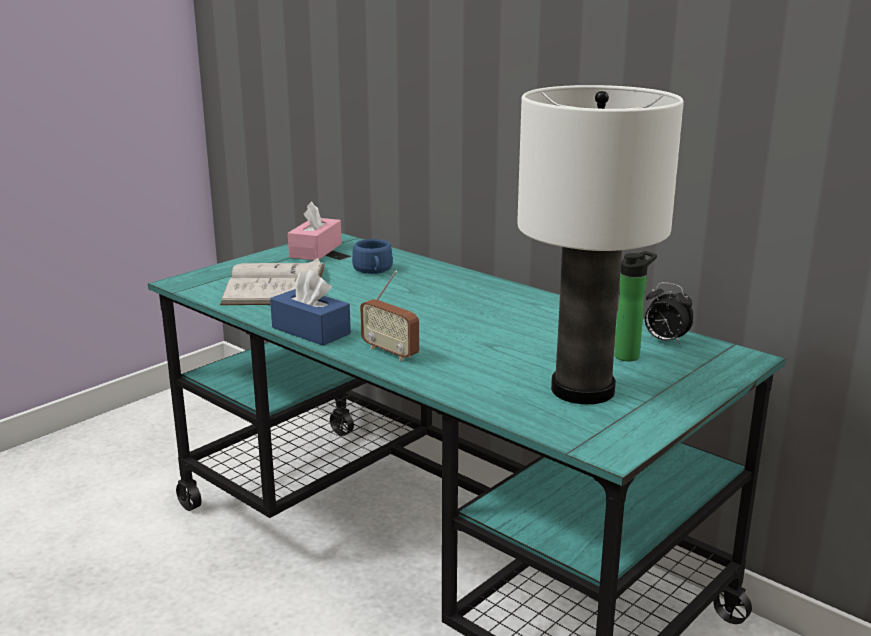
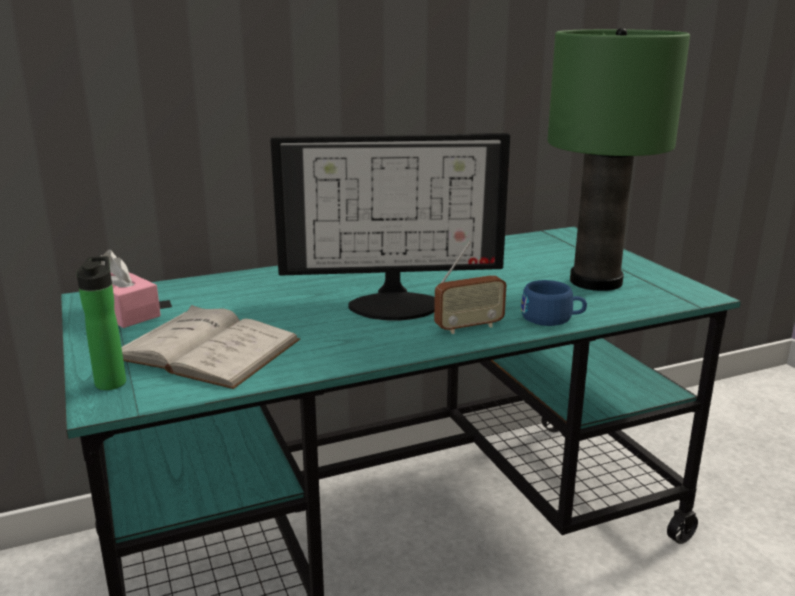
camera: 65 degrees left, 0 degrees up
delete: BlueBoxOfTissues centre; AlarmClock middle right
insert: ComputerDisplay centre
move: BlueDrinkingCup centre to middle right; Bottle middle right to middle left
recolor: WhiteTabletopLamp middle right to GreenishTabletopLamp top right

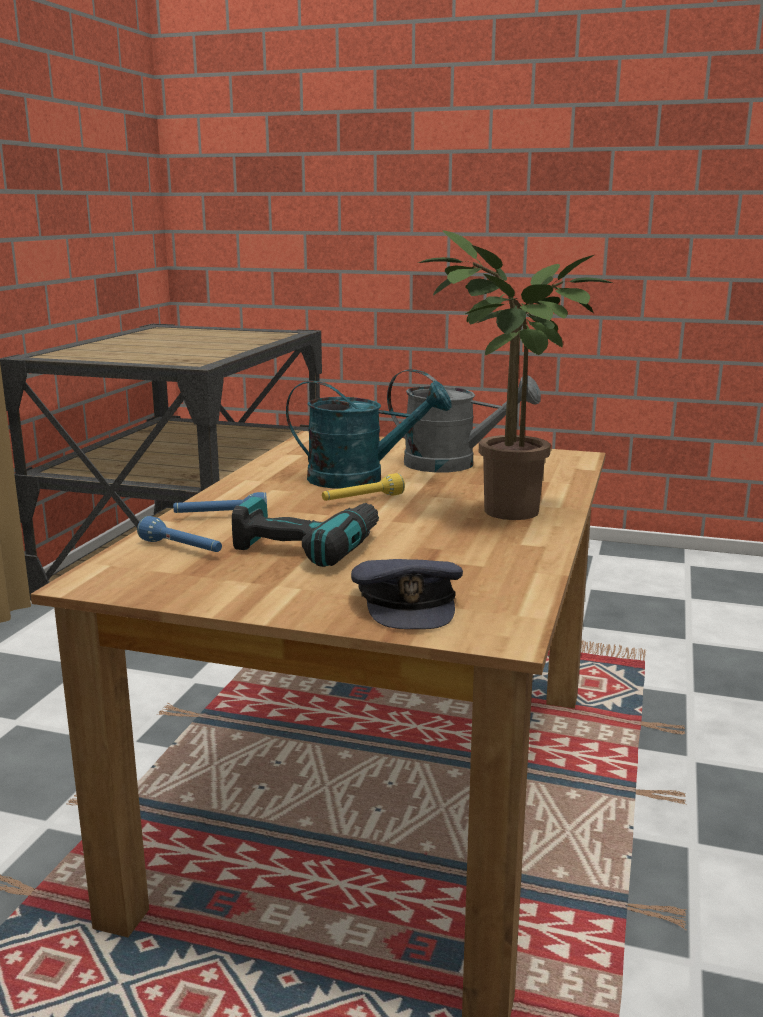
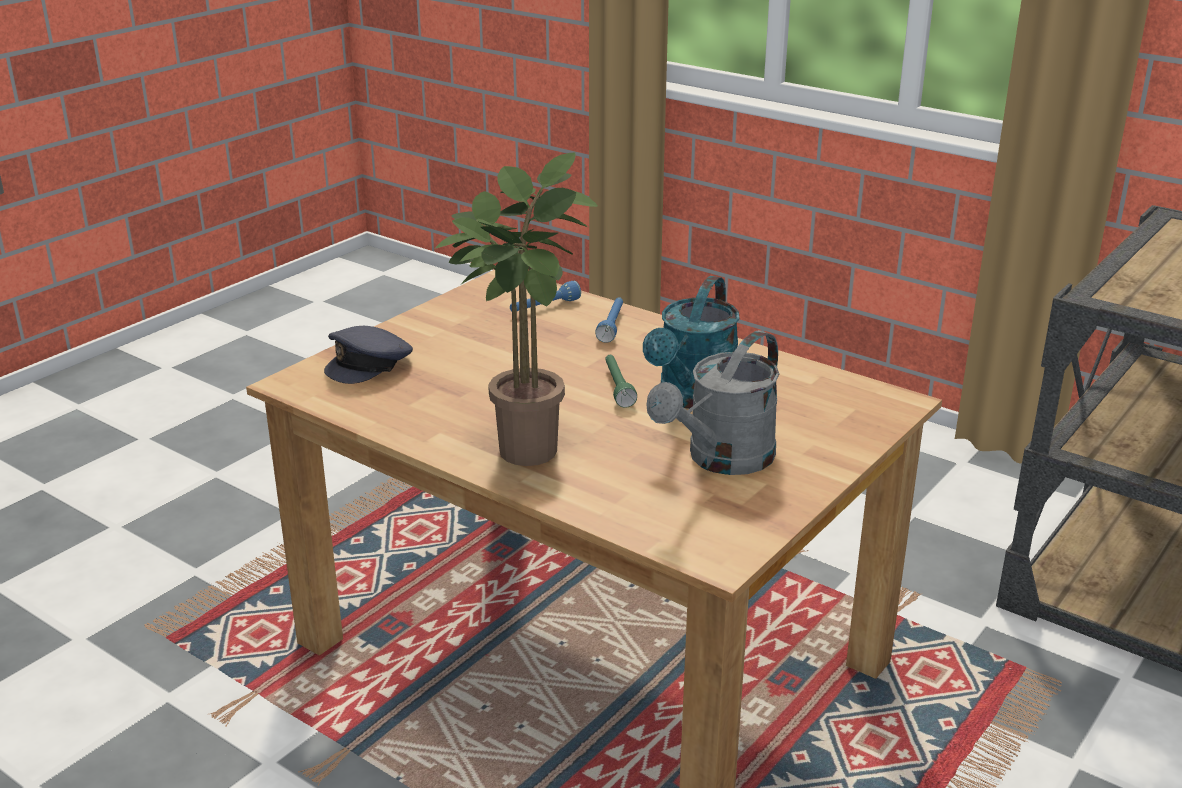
camera: 110 degrees right, 10 degrees up
delete: PowerDrill centre
recolor: YellowishTorch centre to GreenishTorch centre
rotate: GrayBaseballCap centre = middle left 60 degrees counterclockwise

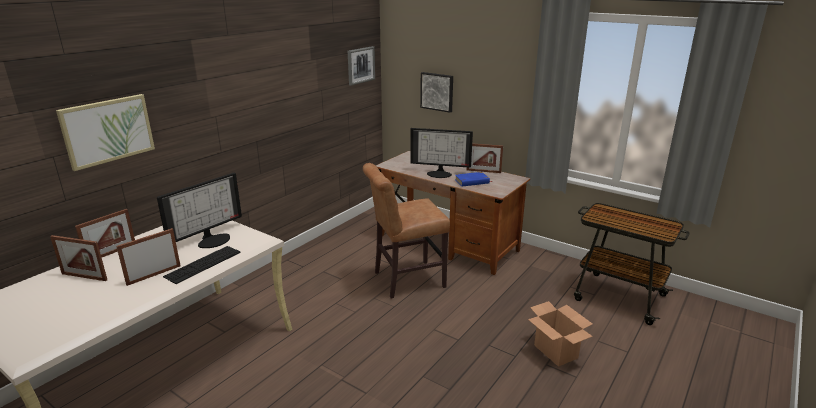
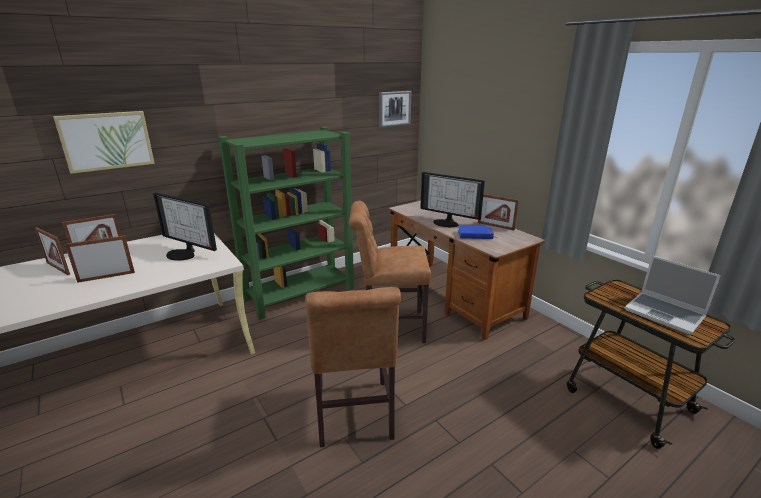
camera: 20 degrees right, 0 degrees up
delete: Picture (3rd from left) top centre; ComputerKeyboard middle left; Carton bottom right
insert: GreenishBookshelf centre; Laptop middle right; BrownColouredChair (1st from left) bottom centre
rotate: ComputerDisplay (1st from left) middle left = middle left 60 degrees clockwise

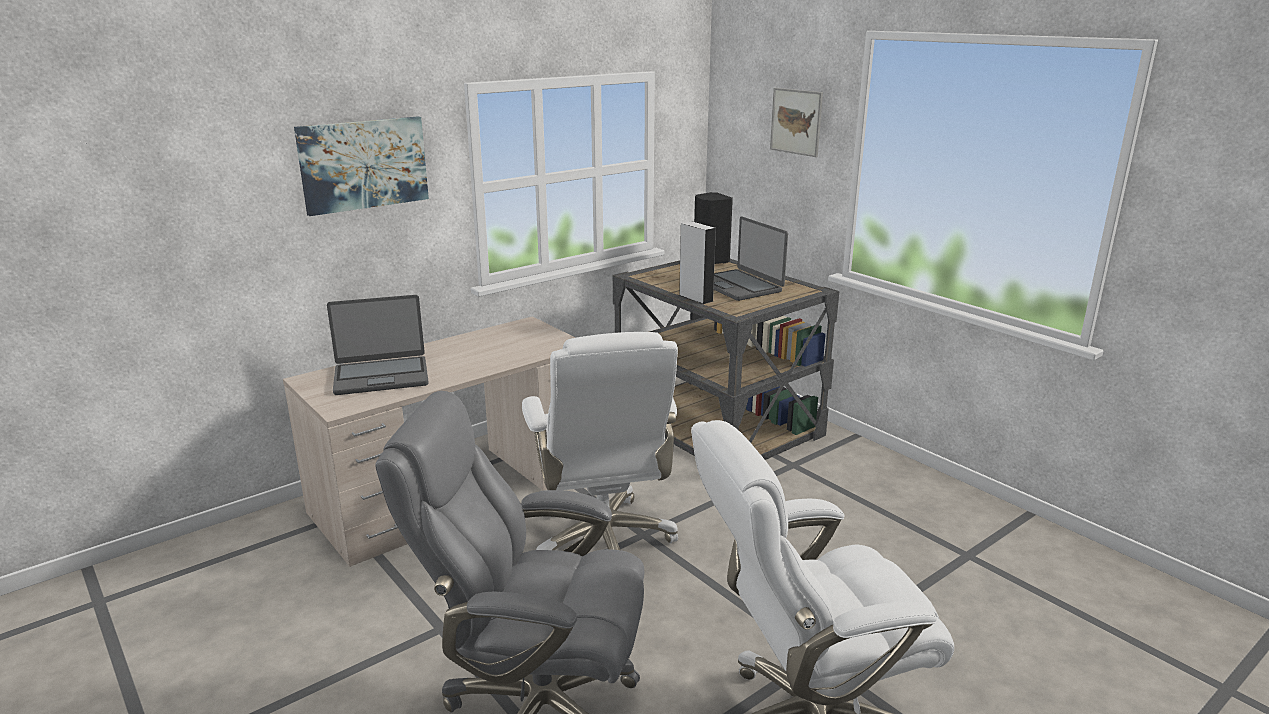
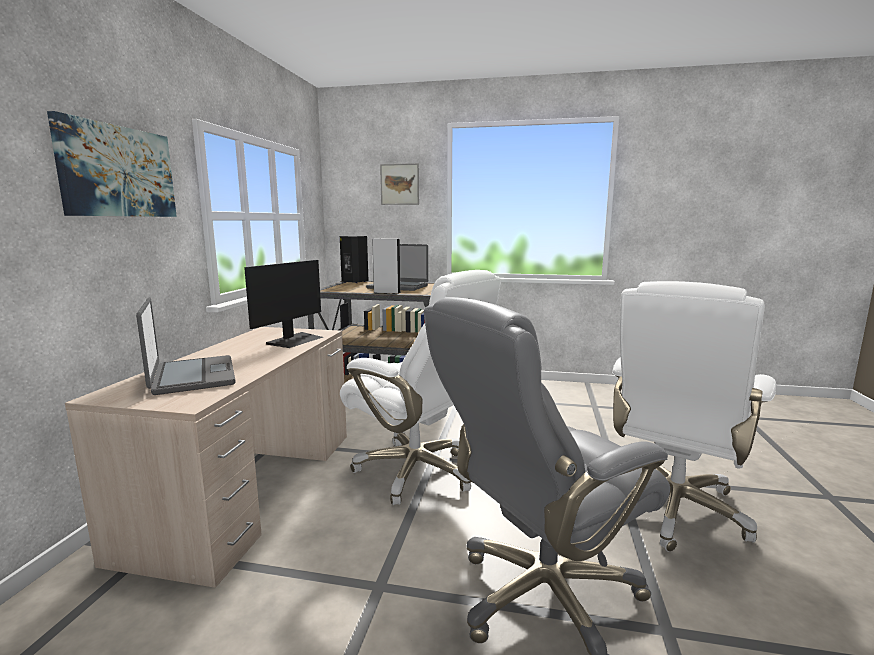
camera: 40 degrees left, 10 degrees down
insert: ComputerDisplay middle left
rotate: Laptop (1st from left) middle left = middle left 60 degrees counterclockwise

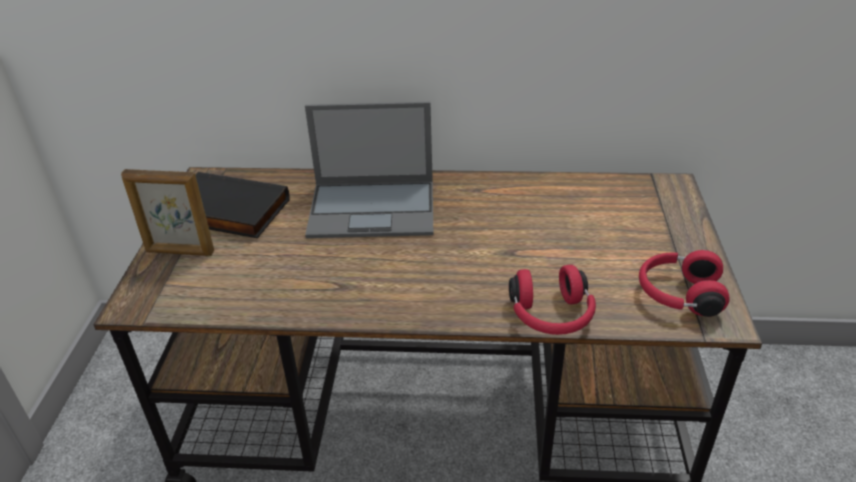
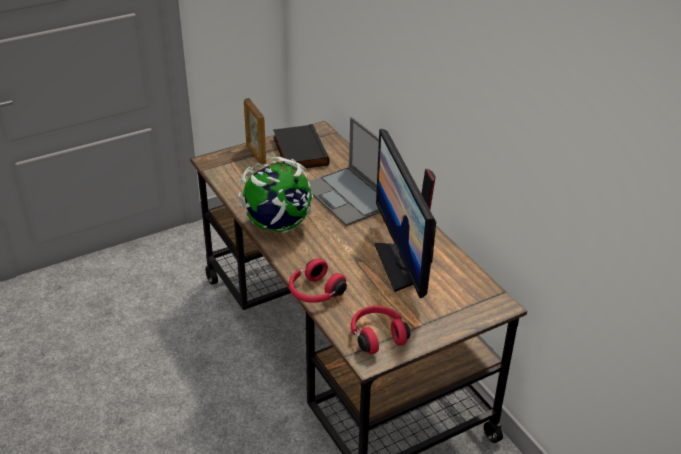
camera: 55 degrees right, 0 degrees up
insert: ComputerDisplay centre; Globe centre

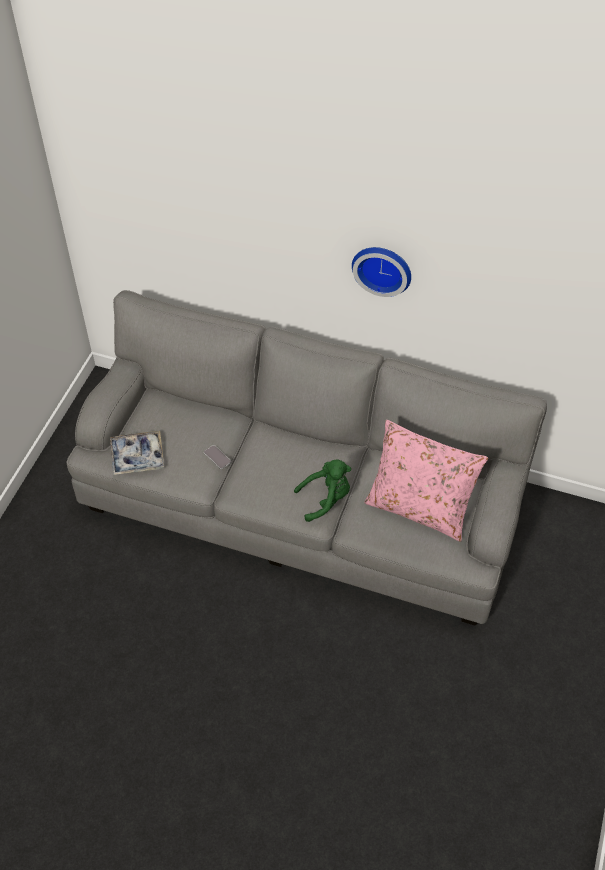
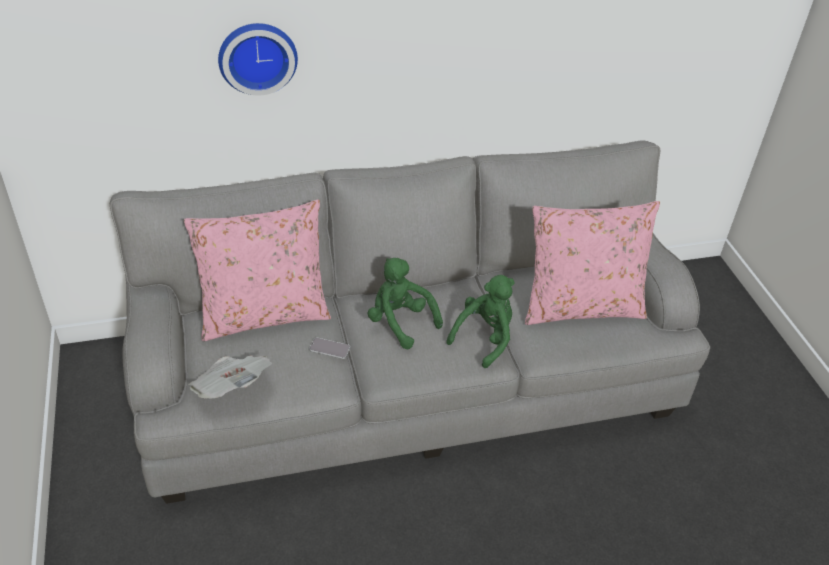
camera: 35 degrees left, 10 degrees down
insert: PinkColouredPillow (1st from left) middle left; GreenishSoftToy (1st from left) centre
move: HangingClock top centre to top left
replace: CarryingTray middle left to PrintedPaper bottom left

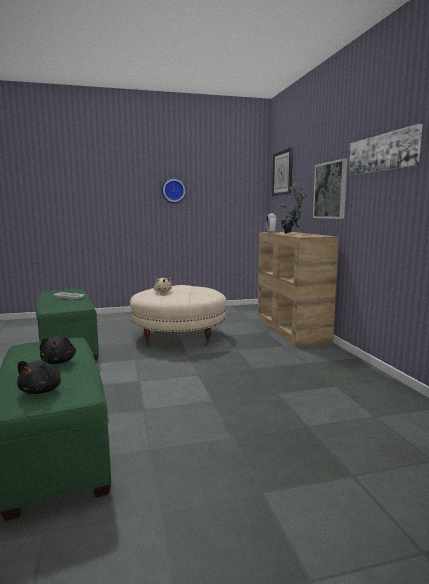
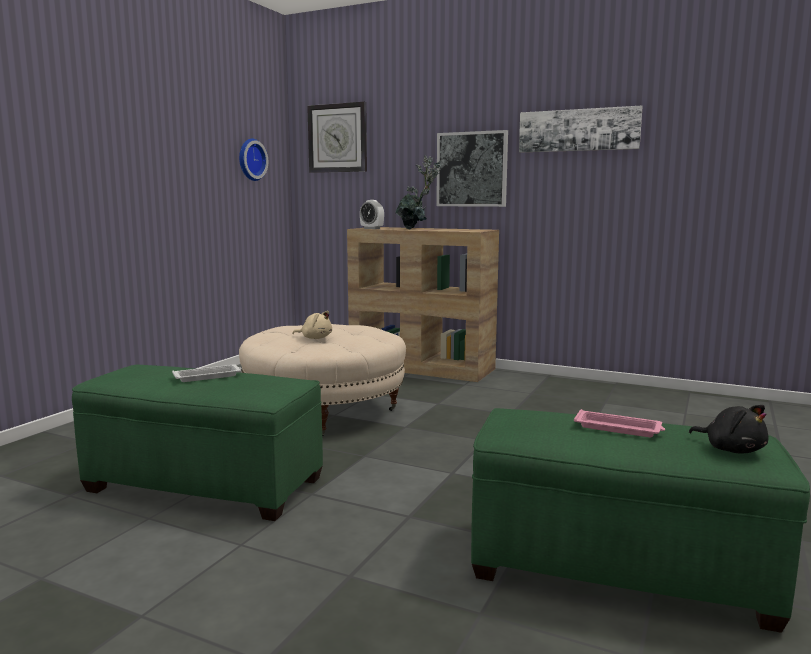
camera: 50 degrees left, 0 degrees up
move: HangingClock (1st from left) top centre to top left
replace: BlackishSoftToy (2nd from left) middle left to PinkColouredCarryingTray middle right

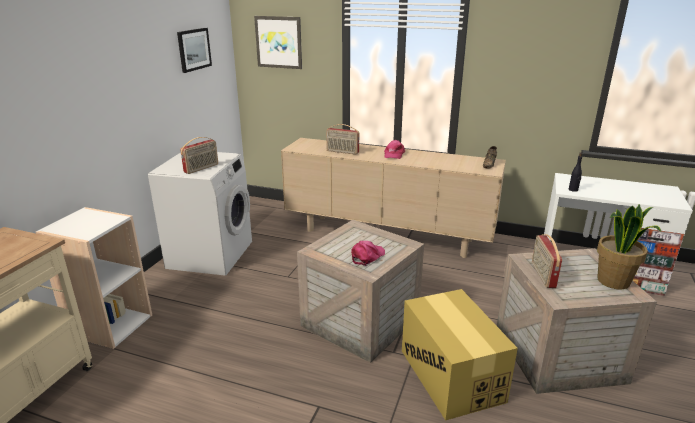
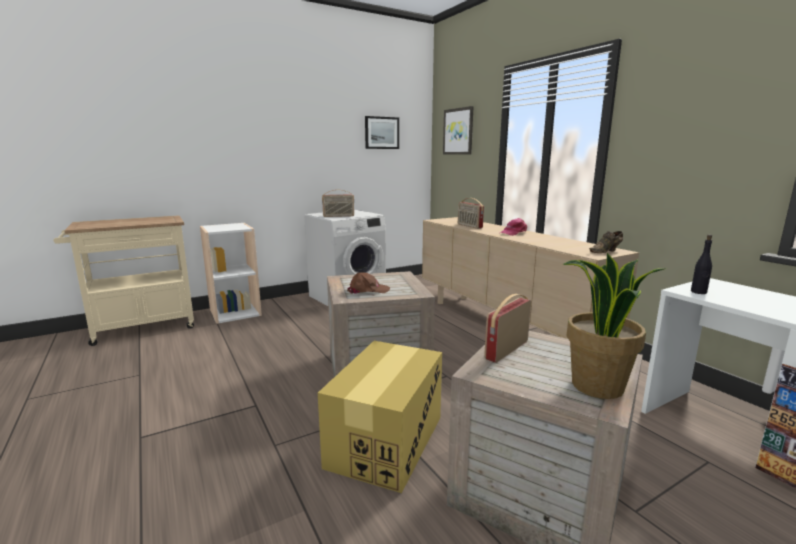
camera: 40 degrees right, 10 degrees down
recolor: PinkColouredBaseballCap (1st from left) centre to BrownColouredBaseballCap centre

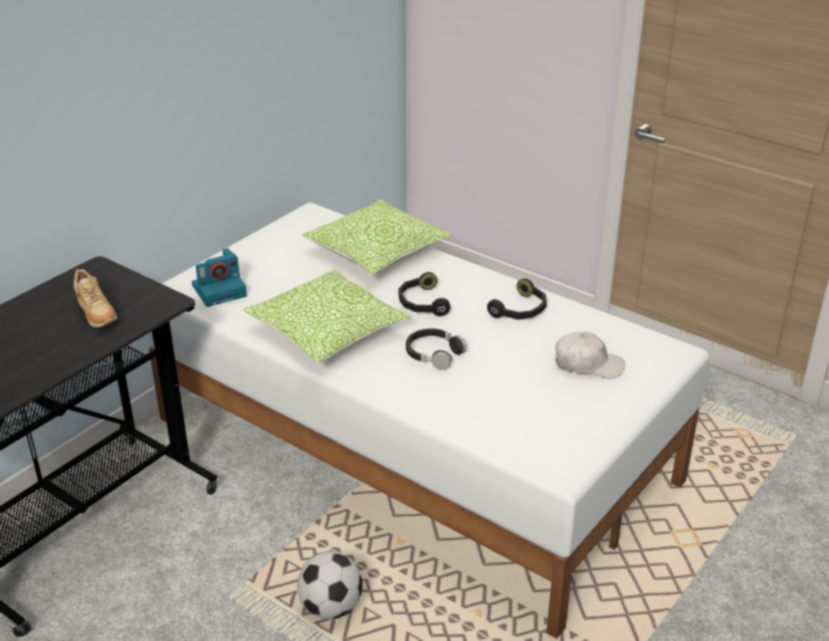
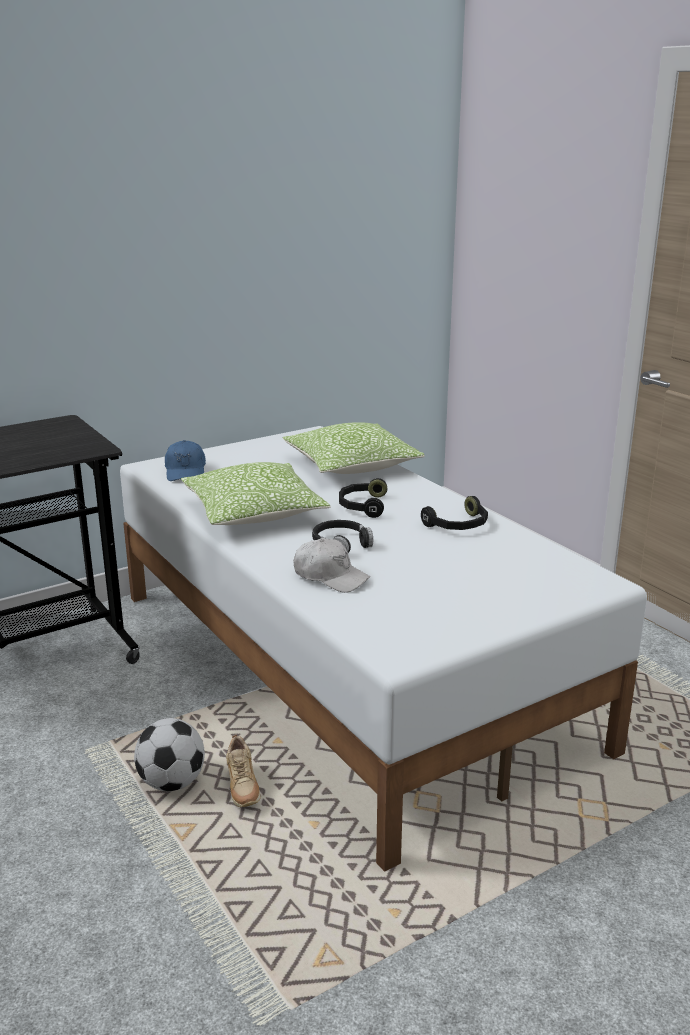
camera: 20 degrees right, 10 degrees down
move: BeigeColouredItemOfFootwear middle left to bottom centre; WhiteBaseballCap middle right to centre
replace: PhotoCamera middle left to BlueBaseballCap middle left

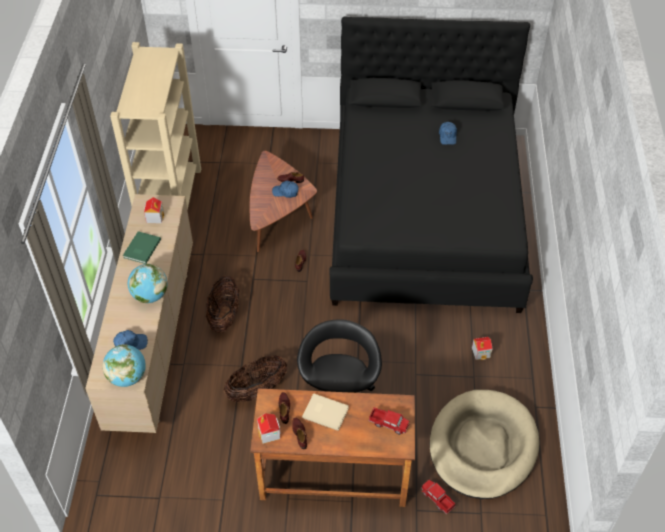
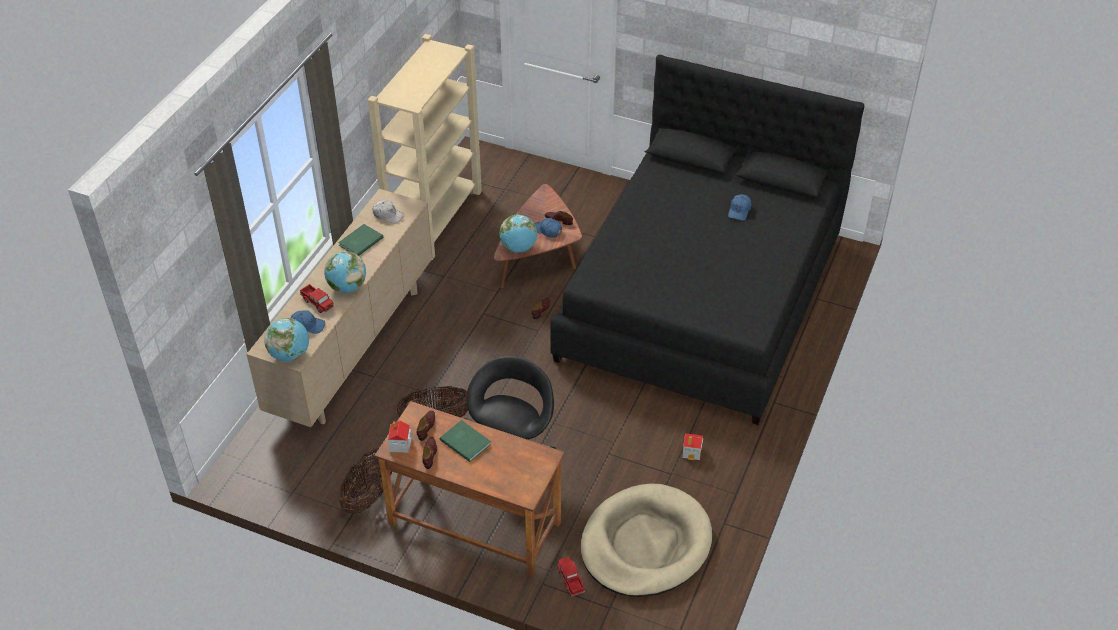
camera: 20 degrees right, 5 degrees down
insert: Globe (3rd from left) centre
move: StorageBasket (1st from left) centre to bottom left; ToyTruck (1st from left) bottom centre to middle left
replace: ModelHouse (1st from left) middle left to WhiteBaseballCap centre
recolor: BeigeColouredVolume bottom centre to GreenishVolume (2nd from left) bottom centre

